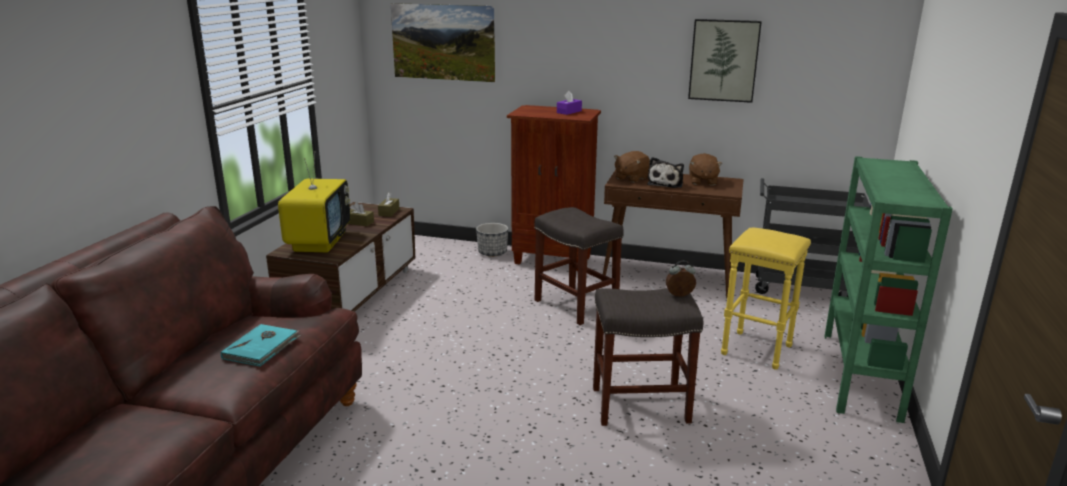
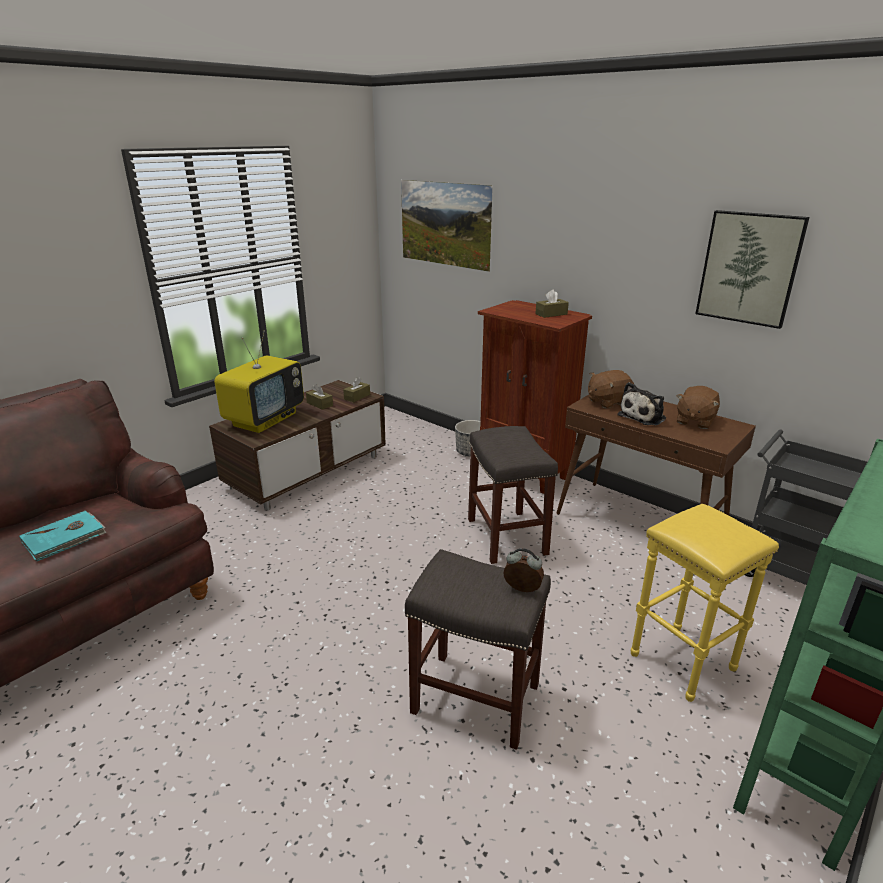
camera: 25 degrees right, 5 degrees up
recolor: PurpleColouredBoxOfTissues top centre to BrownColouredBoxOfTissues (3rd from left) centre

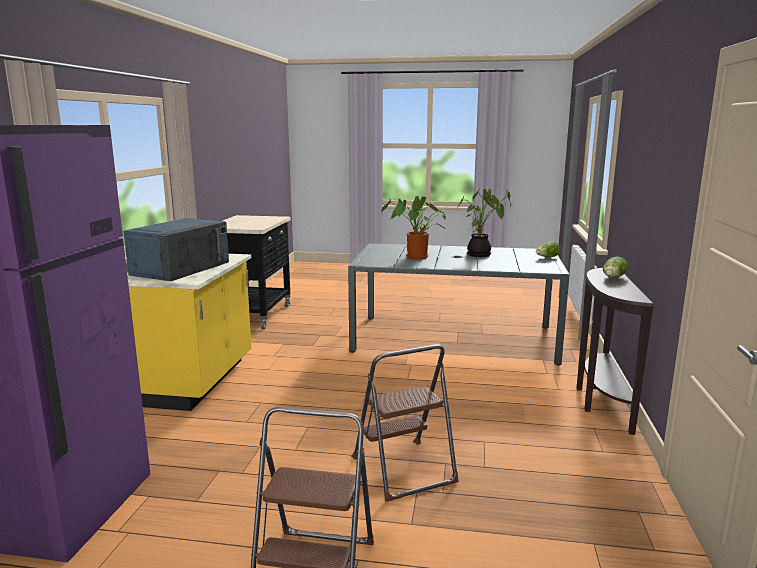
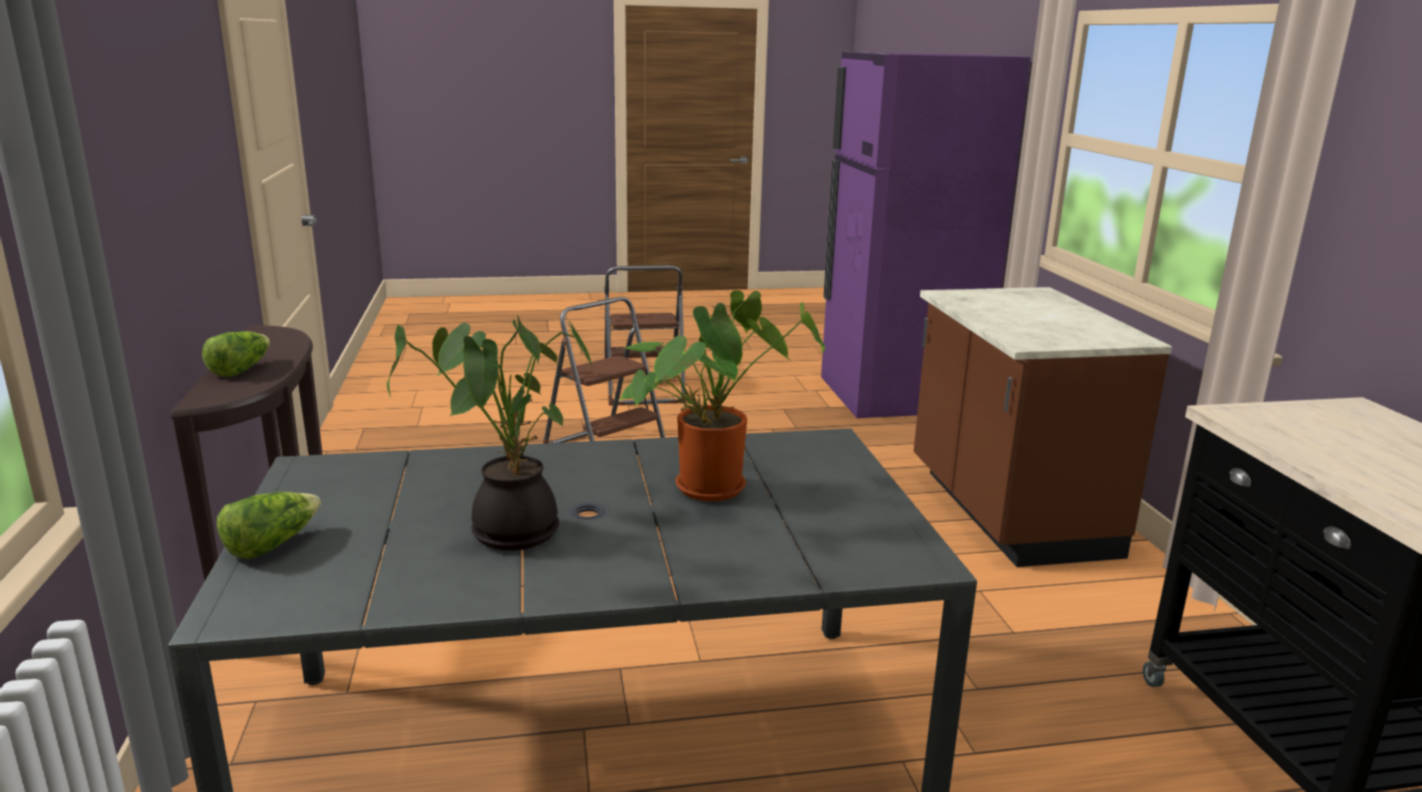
camera: 160 degrees right, 5 degrees up
delete: BlueMicrowaveOven middle left
recolor: YellowishKitchenBaseUnit middle left to BrownColouredKitchenBaseUnit middle right

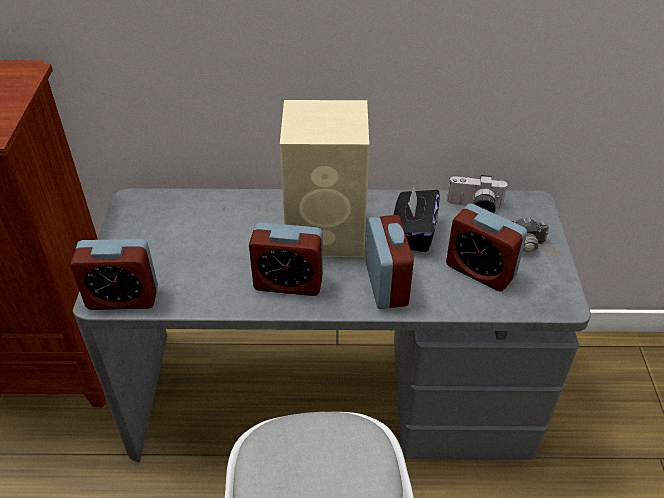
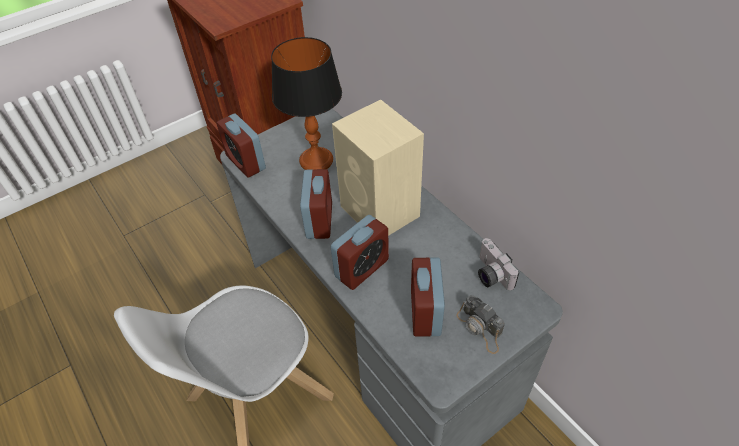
camera: 55 degrees right, 5 degrees up
delete: BlackishBoxOfTissues centre
insert: TabletopLamp top centre
rotate: AlarmClock (2nd from left) centre = centre 150 degrees counterclockwise

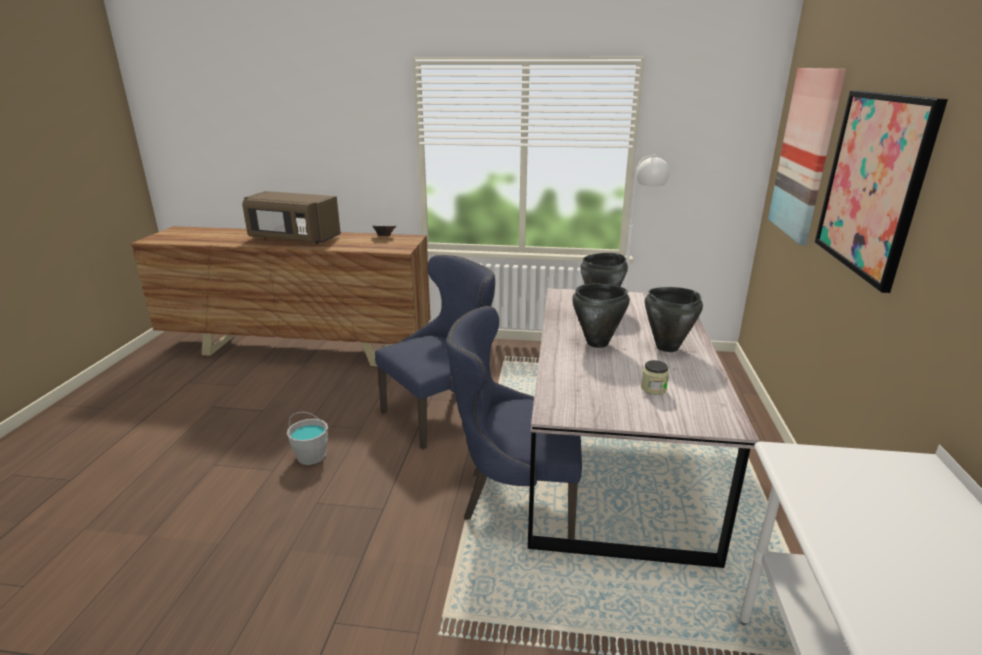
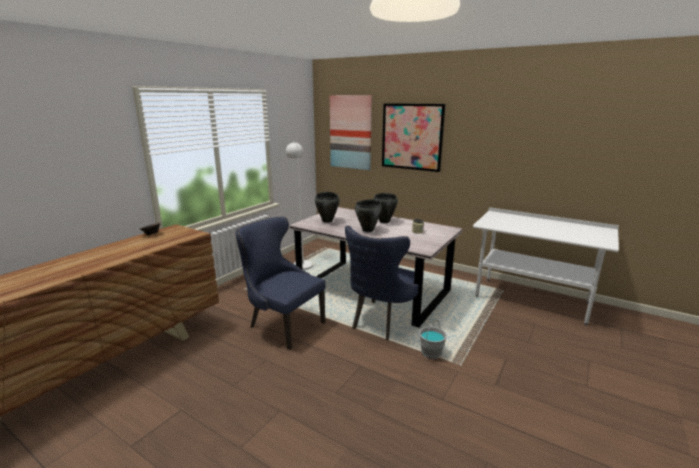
camera: 65 degrees left, 5 degrees down
delete: BrownColouredMicrowaveOven top left
move: GrayWaterBucket bottom left to bottom centre
rotate: BlueChair (1st from left) centre = centre 45 degrees counterclockwise

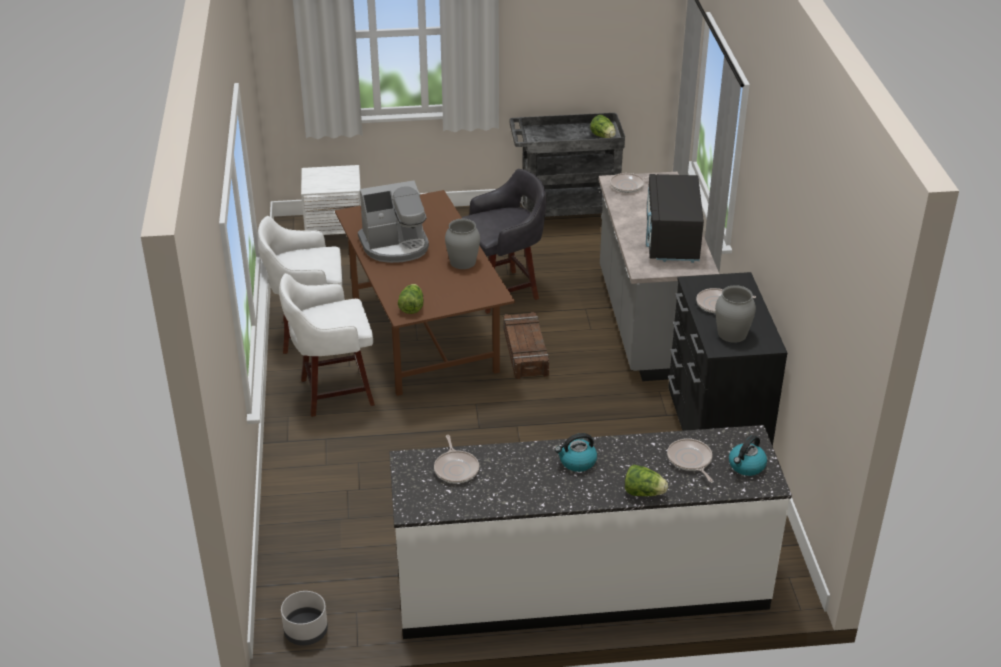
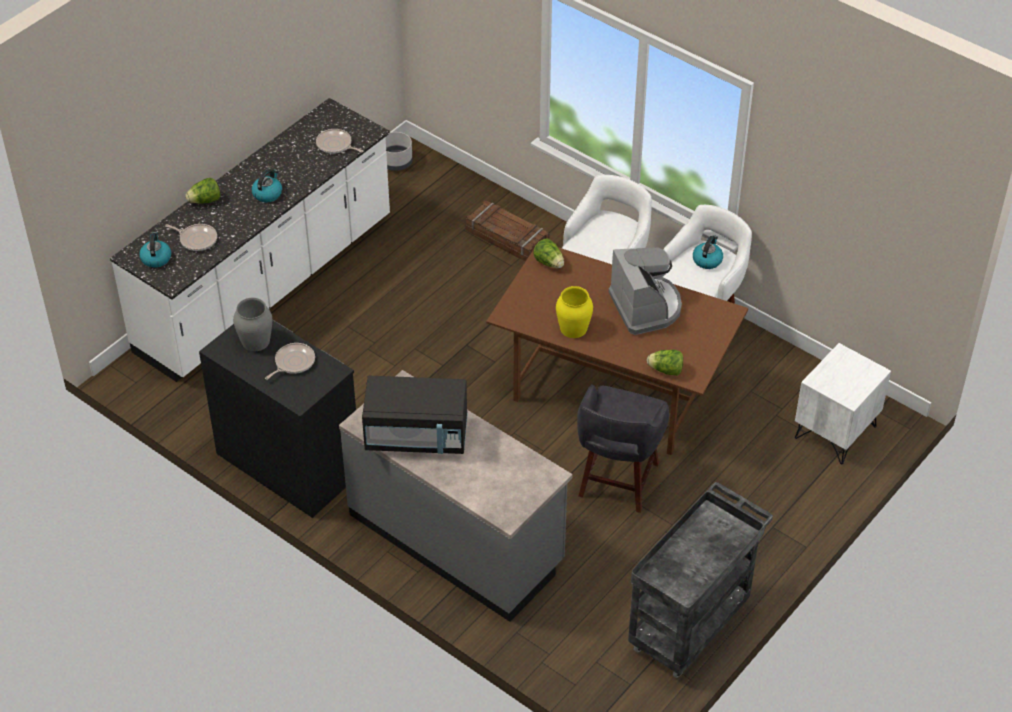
camera: 135 degrees right, 10 degrees up
delete: FryingPan (2nd from left) top centre
insert: Kettle (3rd from left) middle right
move: Lettuce (2nd from left in the first image) top centre to Lettuce (3rd from left) centre; ShippingCrate centre to top centre
recolor: GrayVase (1st from left) centre to YellowishVase centre
rotate: BlackishMicrowaveOven top right = centre 135 degrees clockwise; CoffeeBrewer top centre = centre 135 degrees clockwise

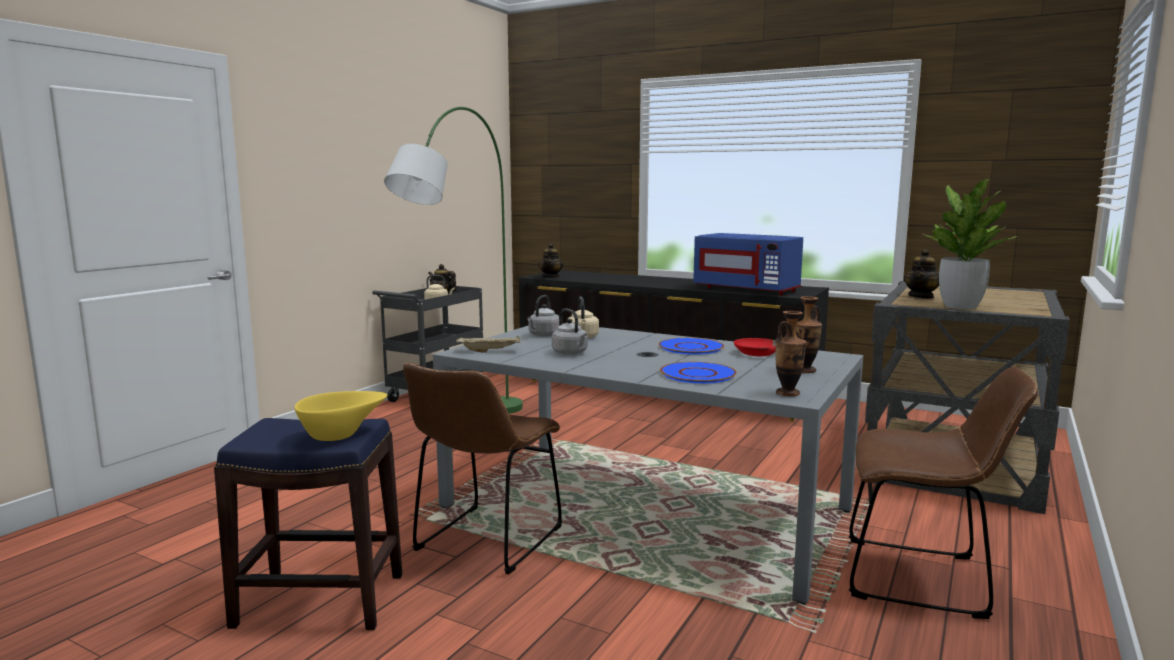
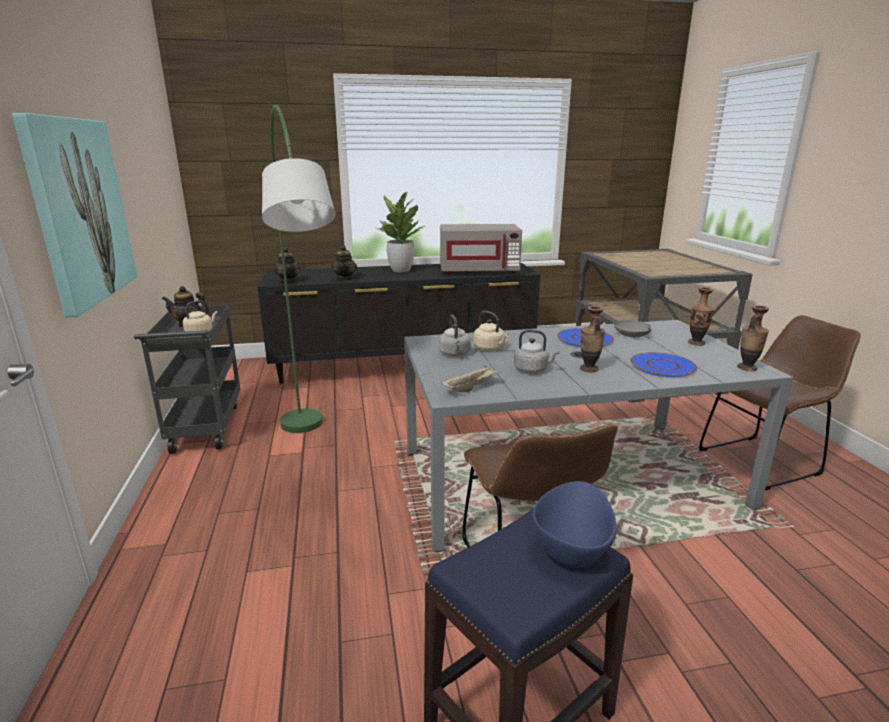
camera: 40 degrees left, 10 degrees up
insert: Picture top left; Vase (1st from left) centre
move: Houseplant middle right to top centre; TeaPot (3rd from left) middle right to centre
recolor: BlueMicrowaveOven centre to GrayMicrowaveOven centre; RedColouredDeepDish centre to GrayDeepDish middle right; YellowishDeepDish middle left to BlueDeepDish bottom centre

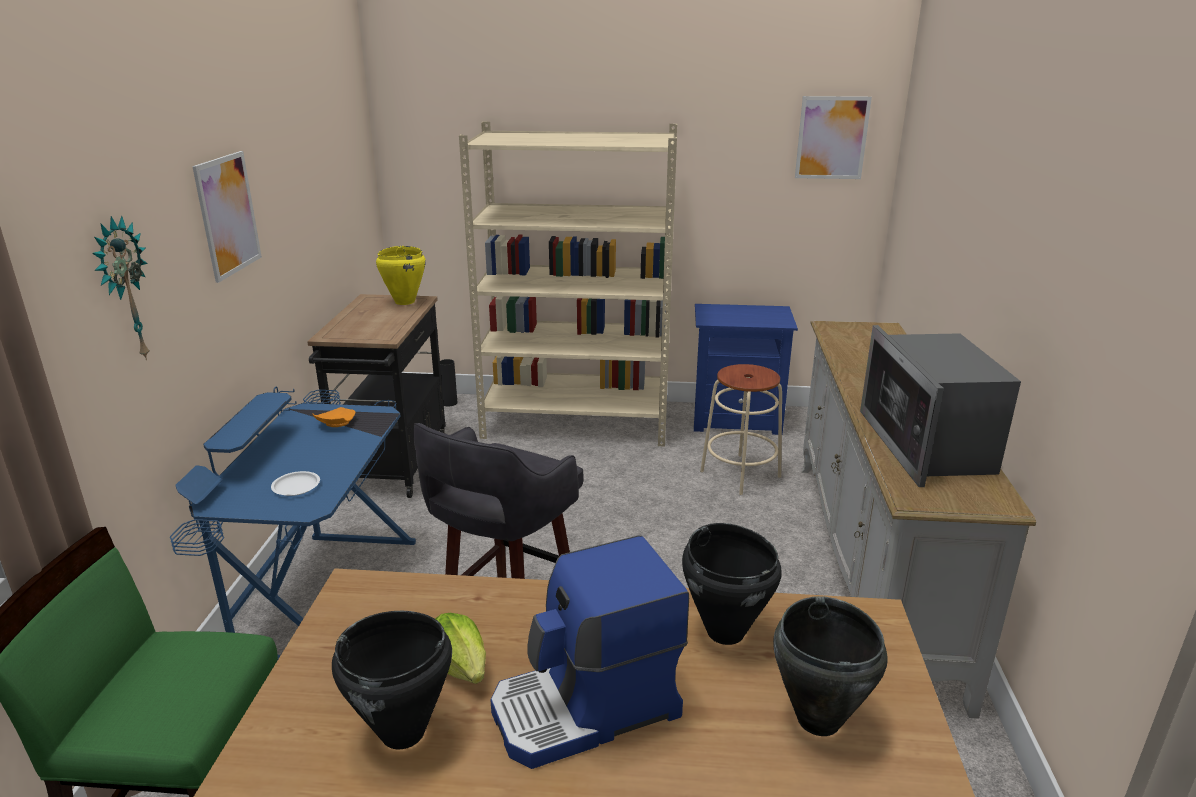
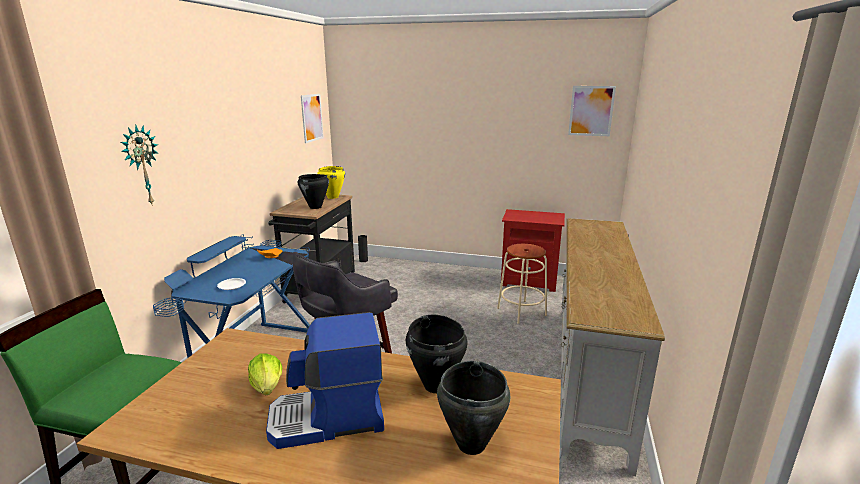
camera: 10 degrees right, 5 degrees down
delete: BeigeColouredBookshelf centre; MicrowaveOven middle right
move: Picture (1st from left) top left to top centre; BlackishCookingPot (1st from left) bottom left to centre
recolor: BlueBedsideTable centre to RedColouredBedsideTable centre

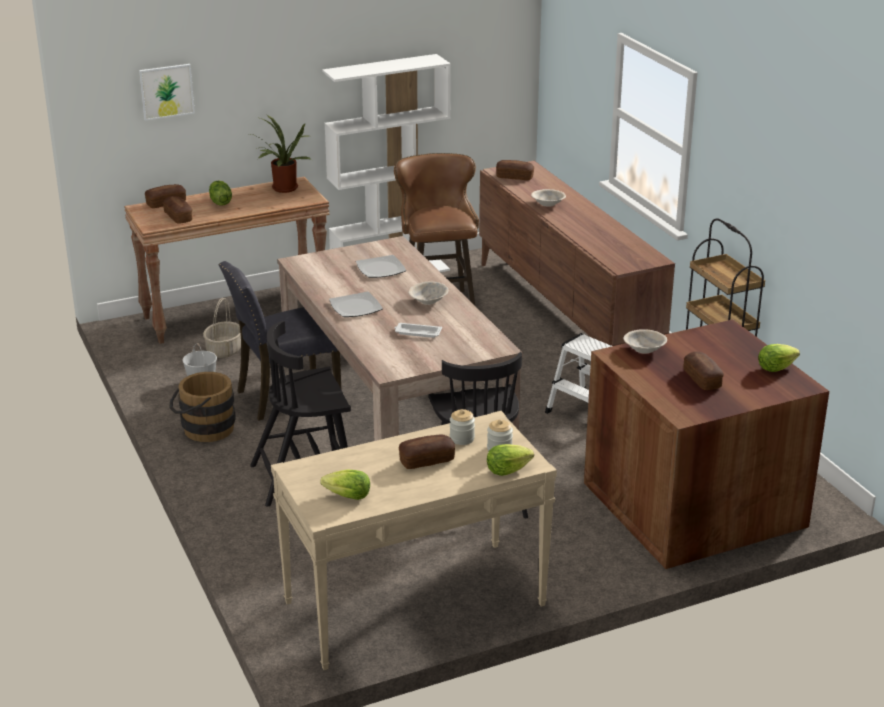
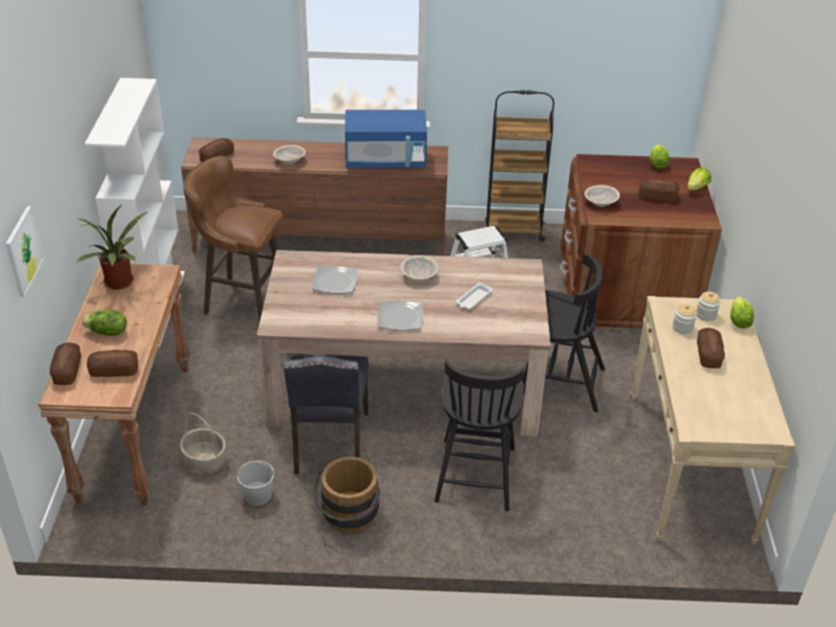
camera: 65 degrees left, 10 degrees up
insert: BlueMicrowaveOven top centre
move: Lettuce (2nd from left in the first image) bottom centre to Lettuce (3rd from left) top right

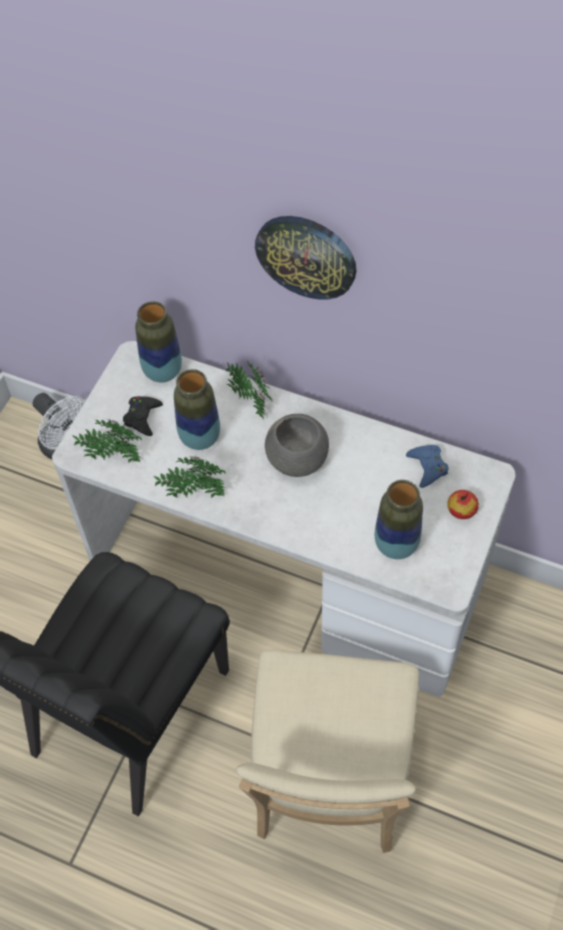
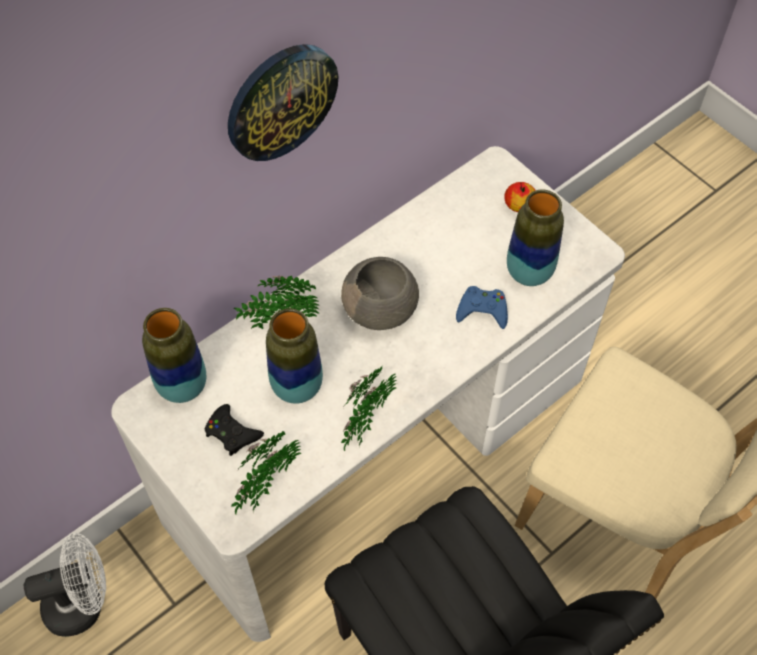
camera: 65 degrees left, 0 degrees up
move: BlueJoypad middle right to centre

